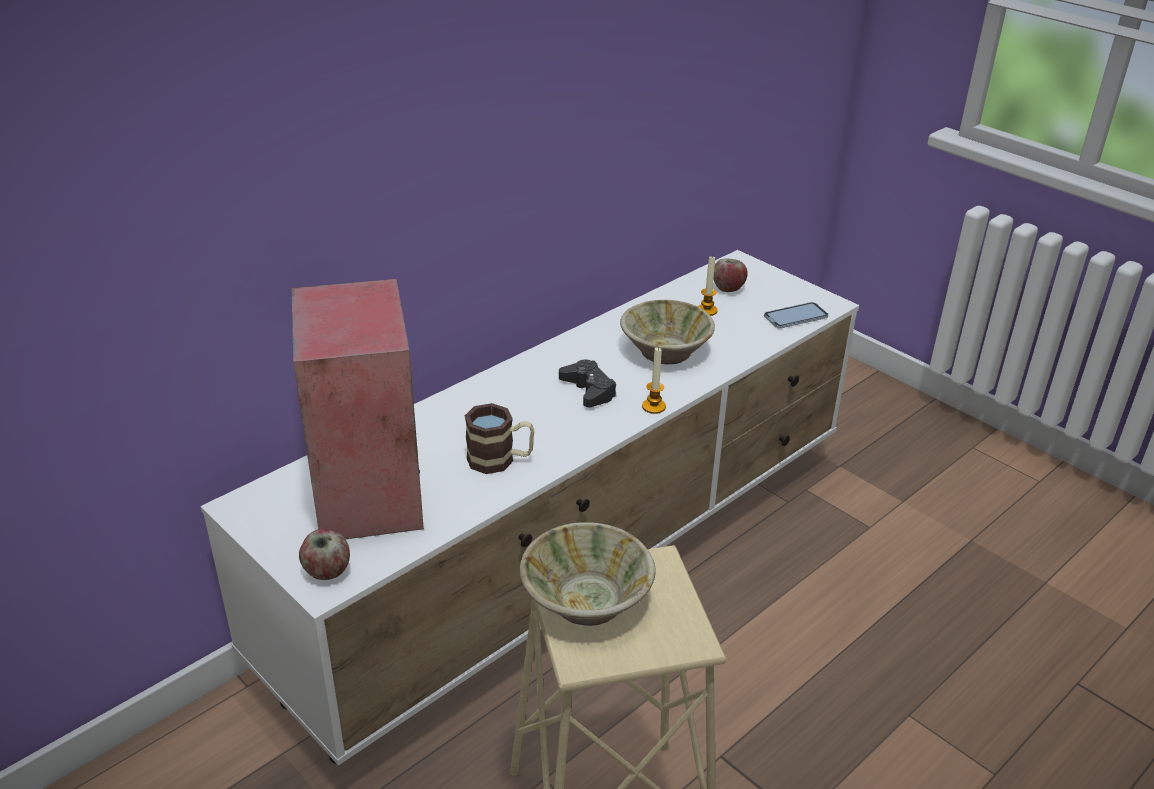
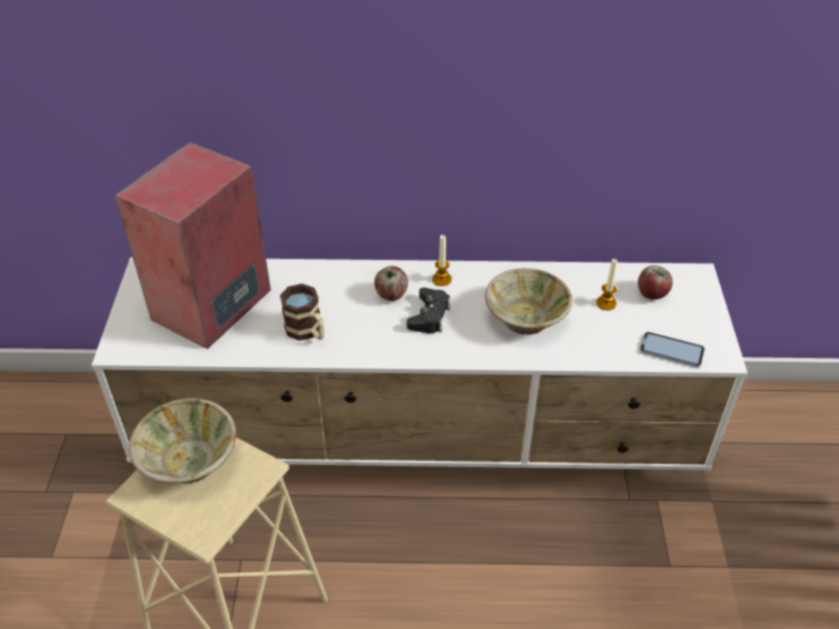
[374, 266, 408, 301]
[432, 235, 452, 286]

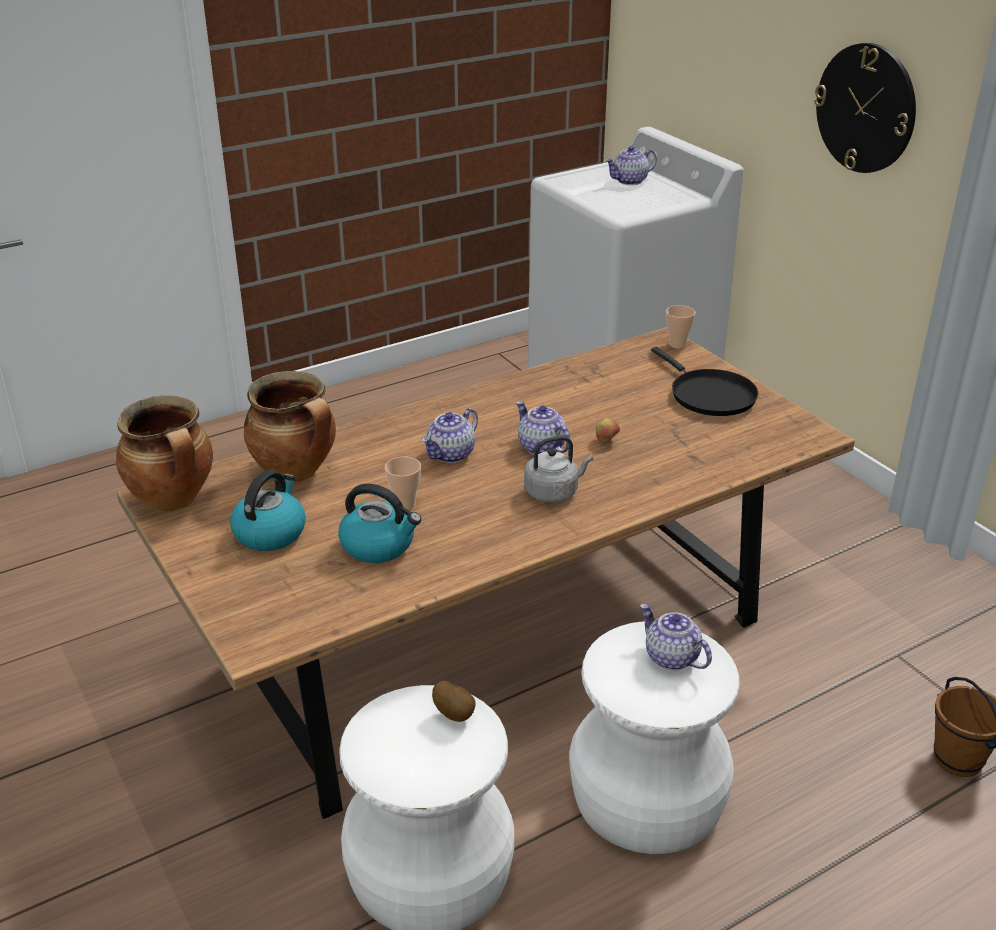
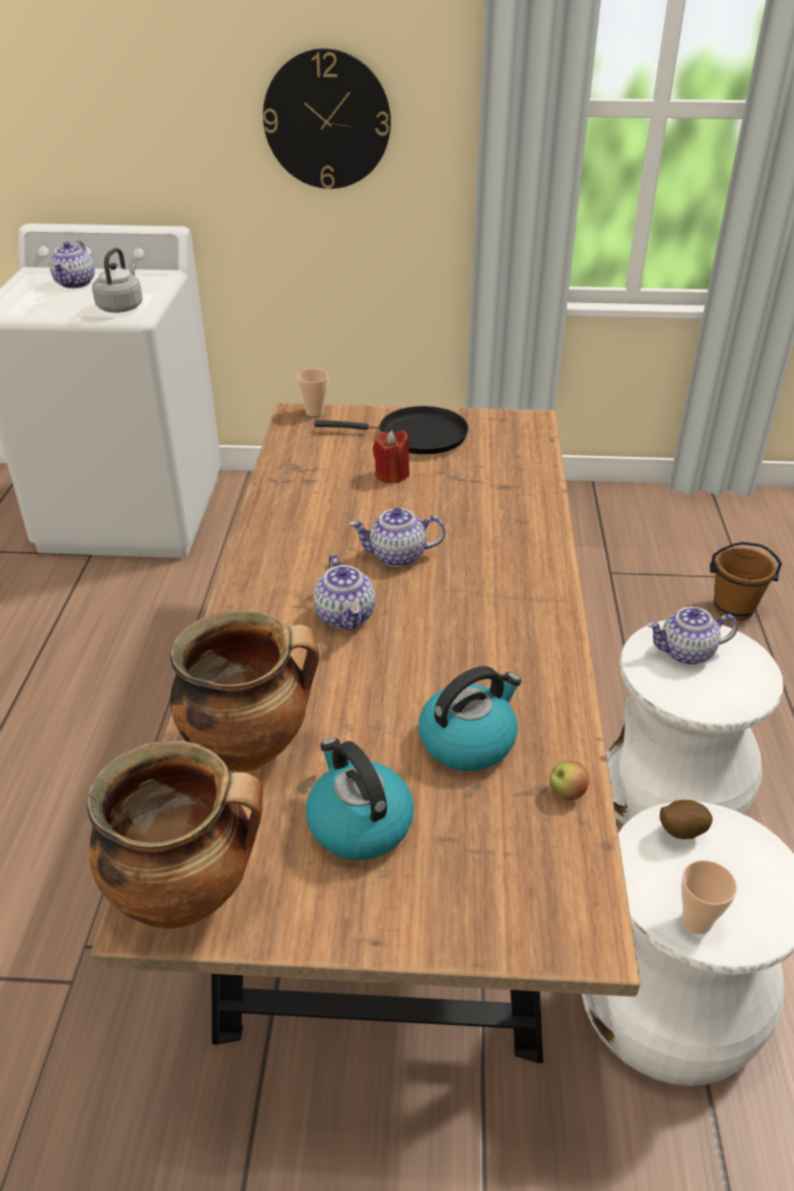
[92, 248, 143, 313]
[373, 430, 409, 484]
[549, 761, 590, 801]
[681, 860, 737, 934]

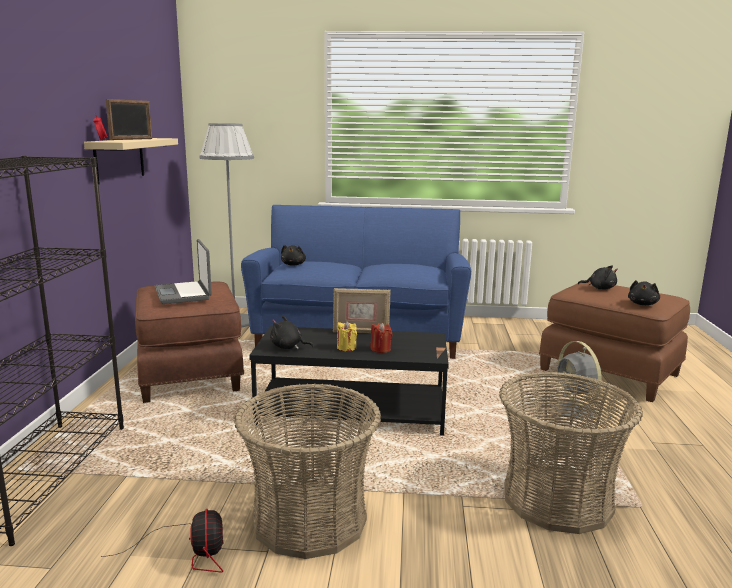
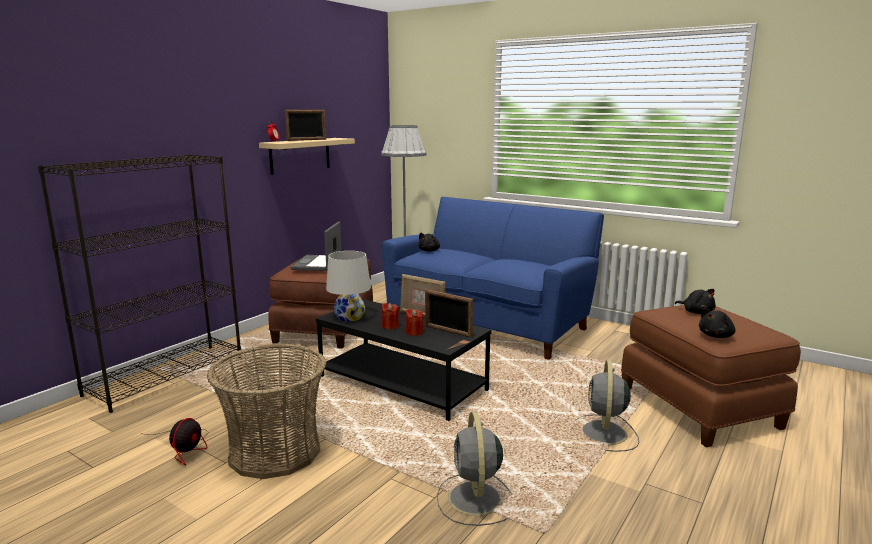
[326, 251, 371, 322]
[381, 303, 399, 329]
[425, 289, 473, 338]
[437, 412, 512, 526]

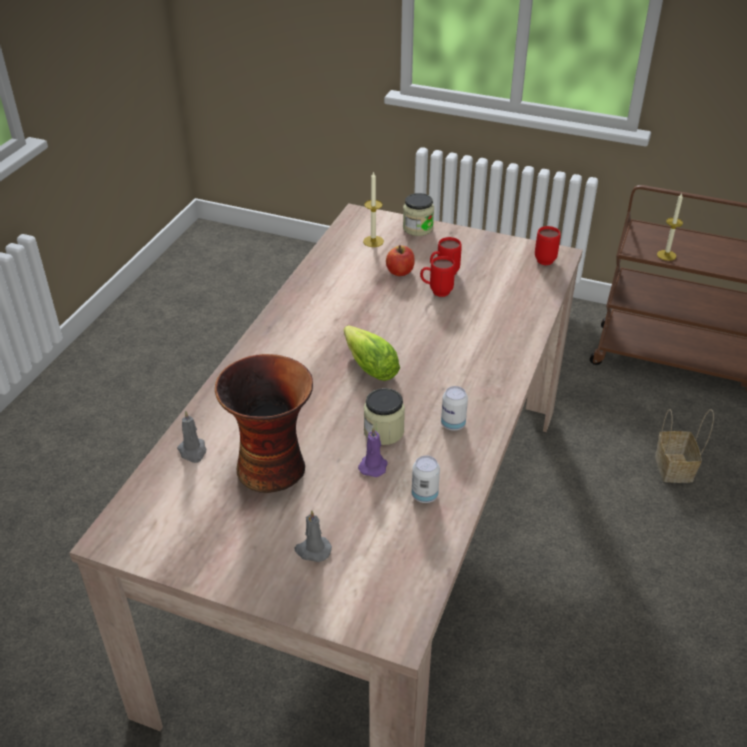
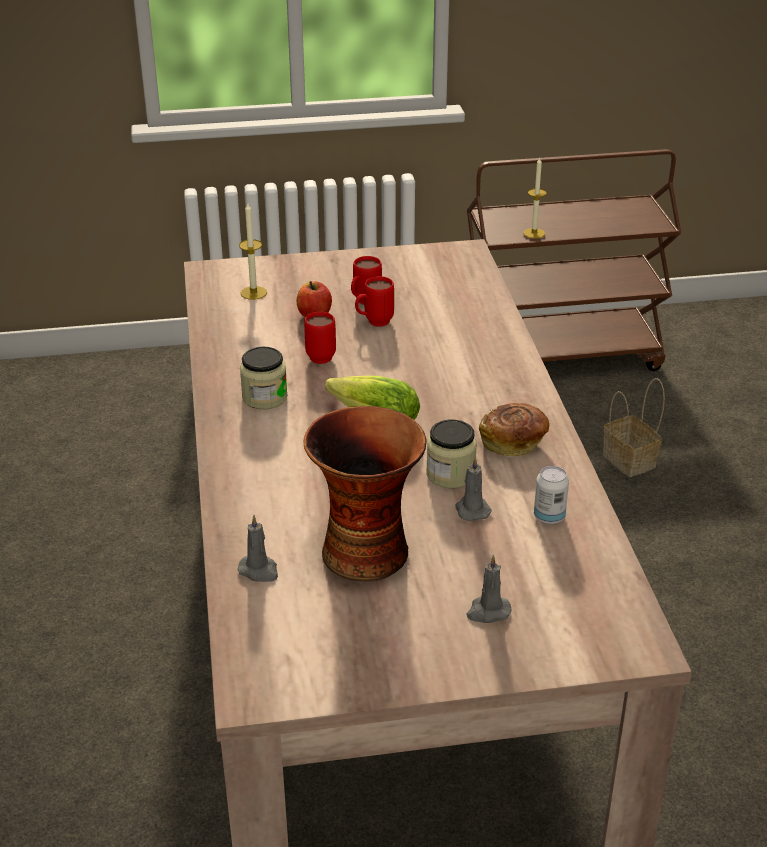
[240, 347, 288, 410]
[304, 312, 336, 364]
[456, 457, 492, 521]
[479, 403, 549, 457]

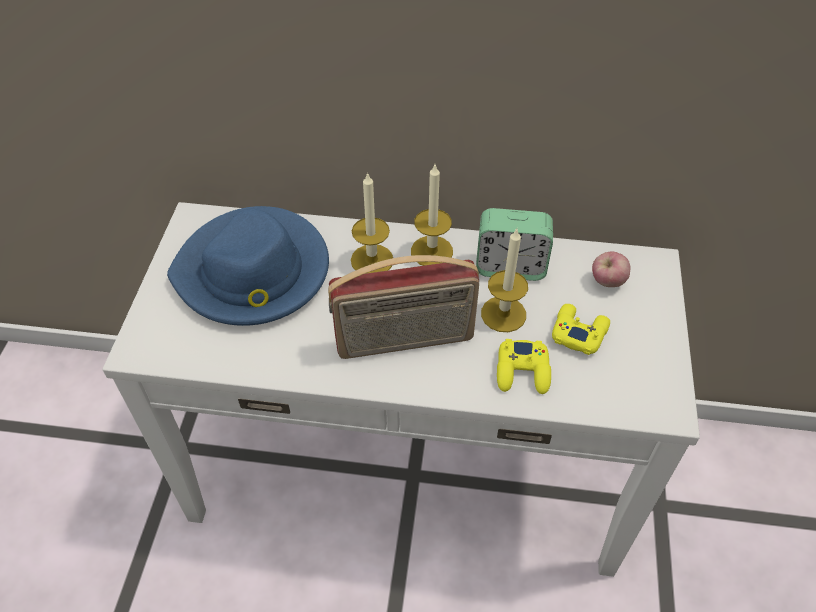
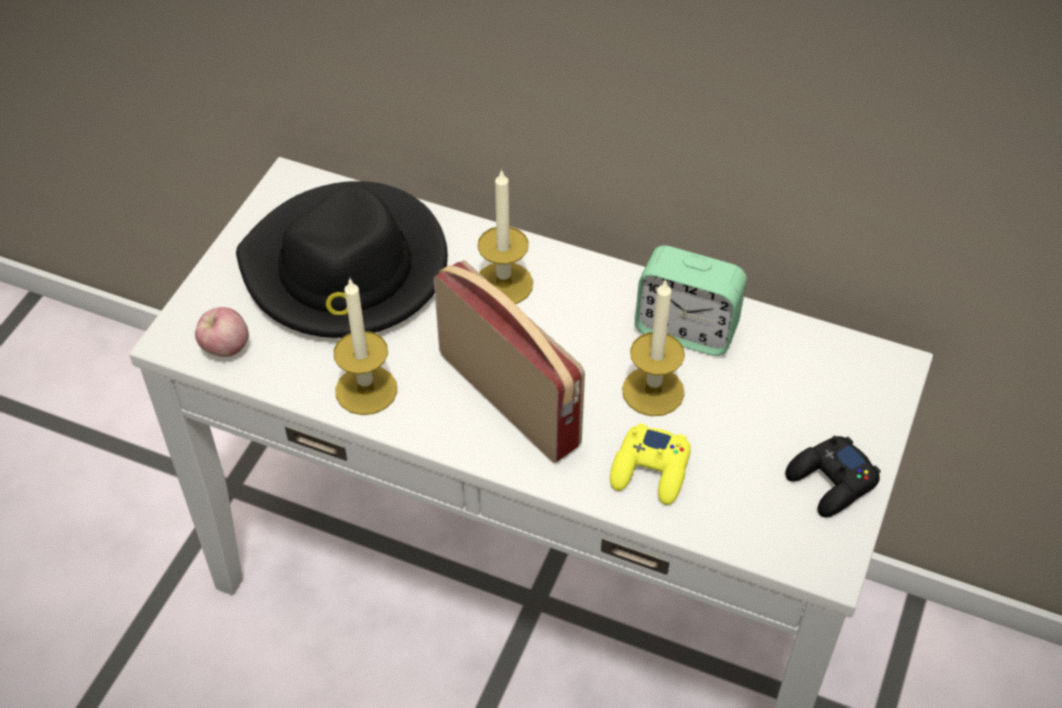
[195, 307, 249, 357]
[236, 181, 448, 338]
[334, 279, 397, 415]
[434, 260, 585, 463]
[785, 436, 881, 517]
[552, 304, 610, 355] (first image)

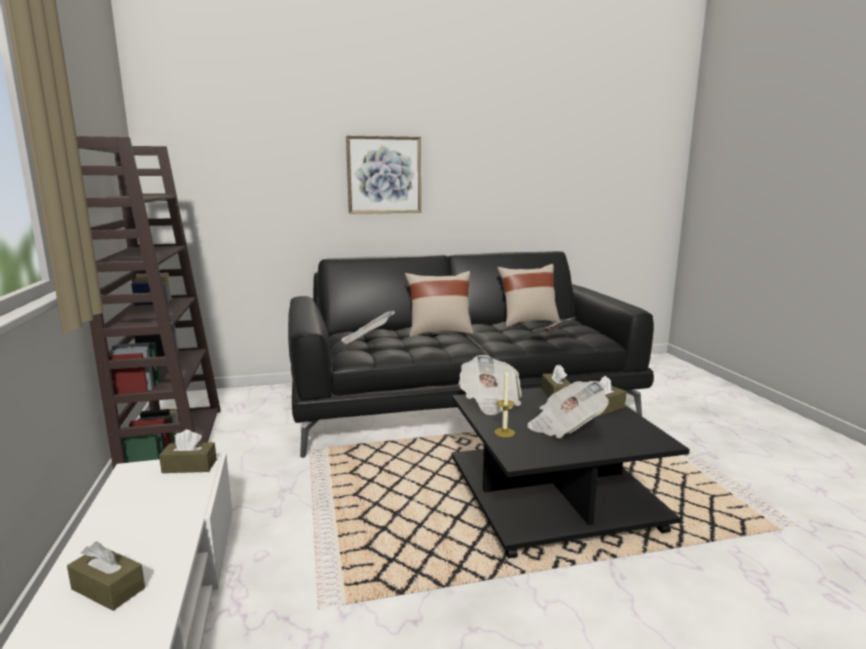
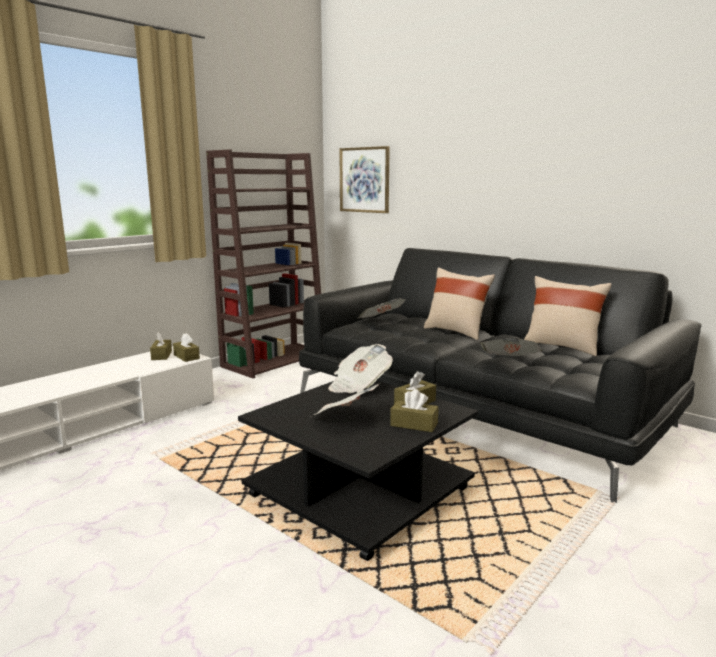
[150, 332, 172, 360]
[339, 146, 390, 213]
[494, 371, 515, 437] (first image)

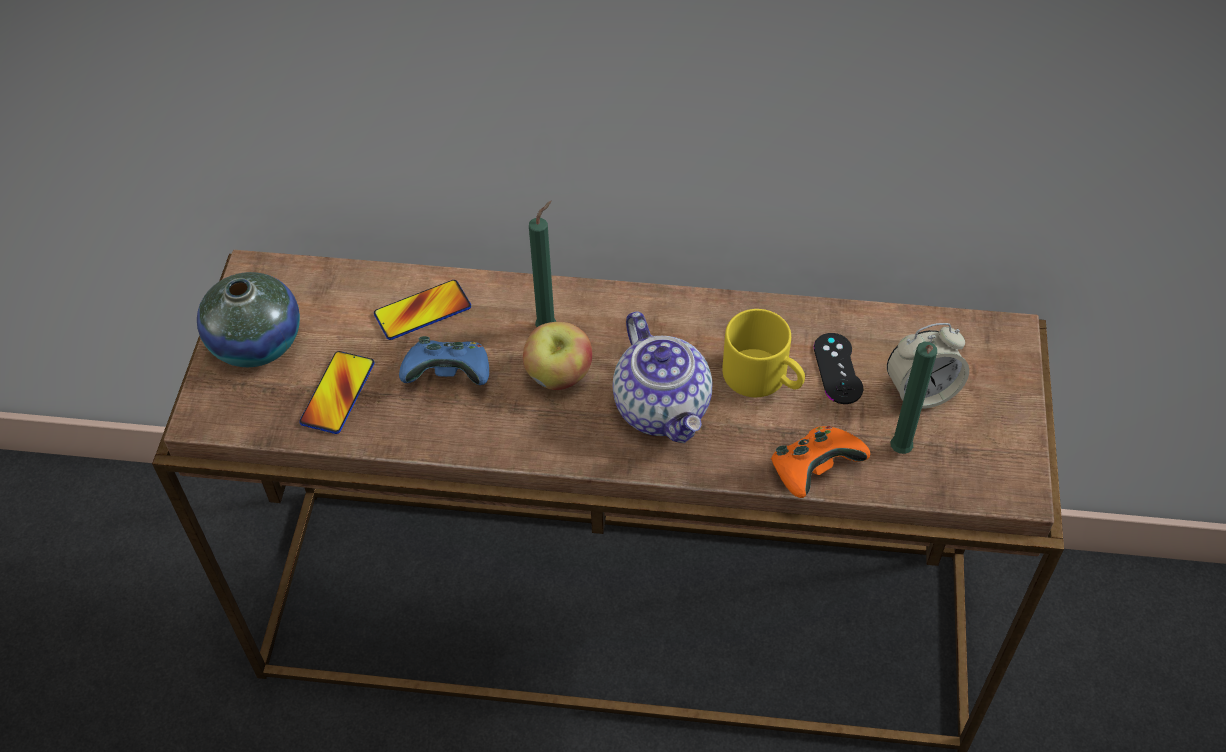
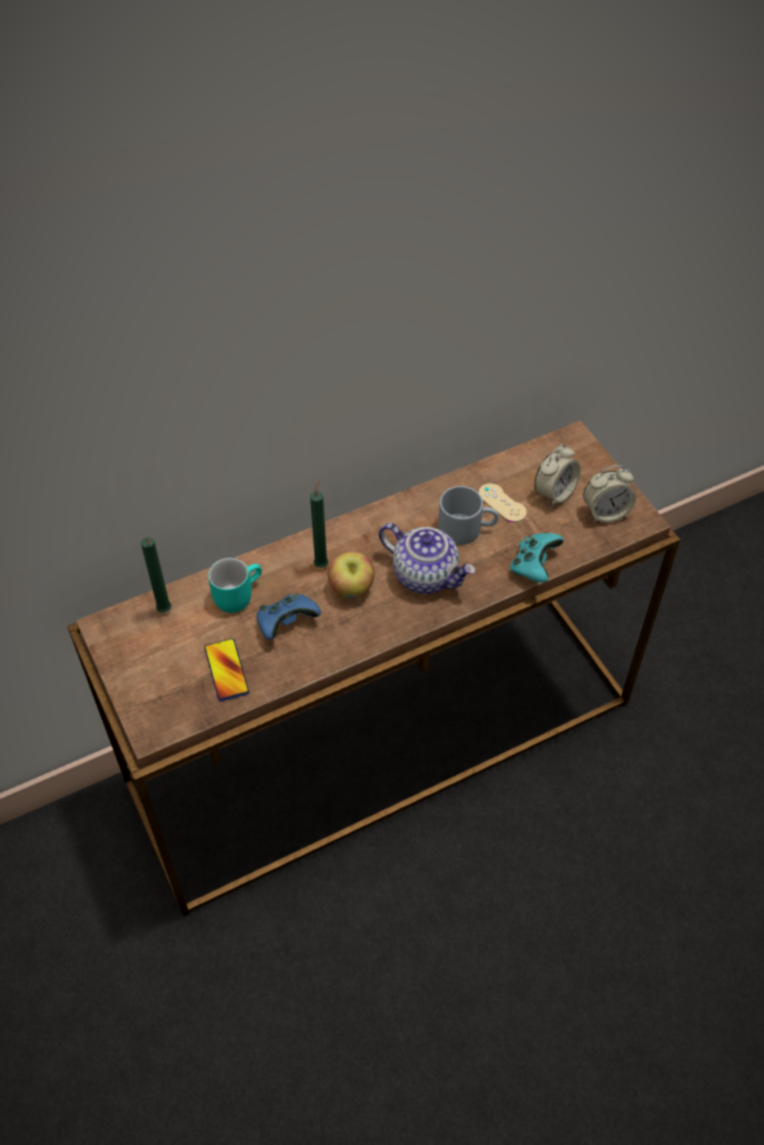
[141, 537, 171, 613]
[208, 558, 262, 613]
[438, 486, 499, 545]
[478, 483, 527, 522]
[510, 533, 564, 583]
[583, 465, 636, 523]
[197, 272, 300, 367] (first image)

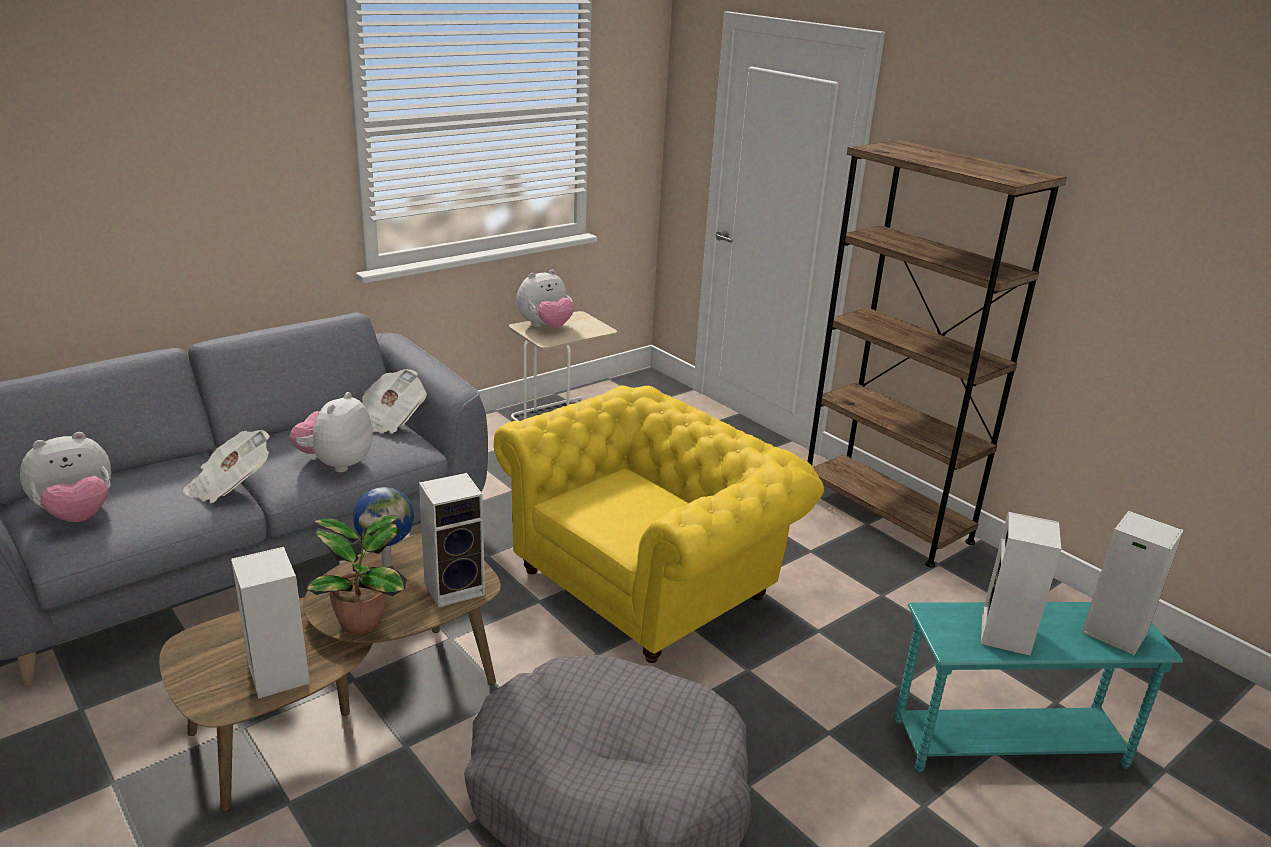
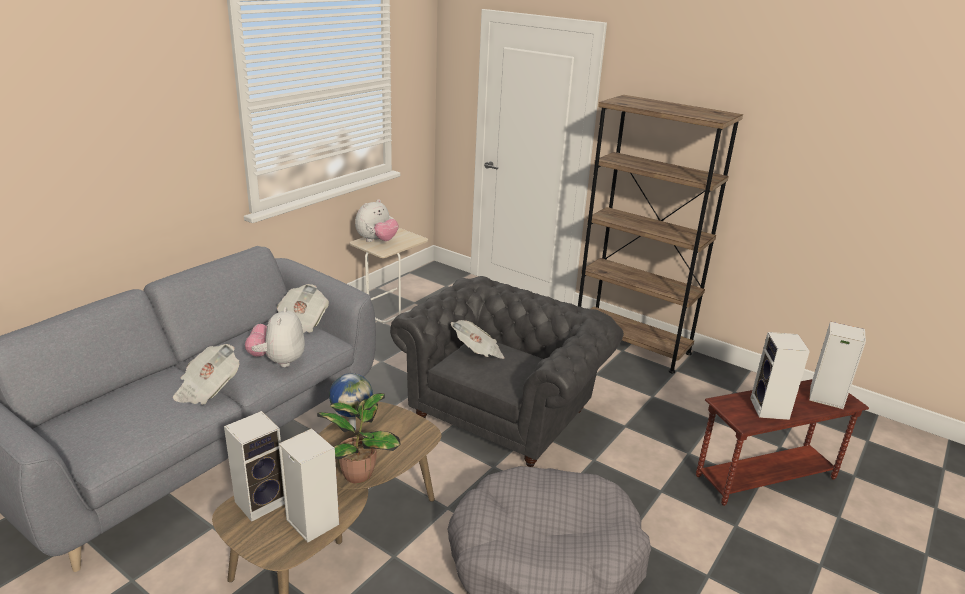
[224, 411, 285, 522]
[390, 276, 624, 467]
[451, 320, 504, 359]
[696, 379, 869, 506]
[20, 432, 111, 522] (first image)

